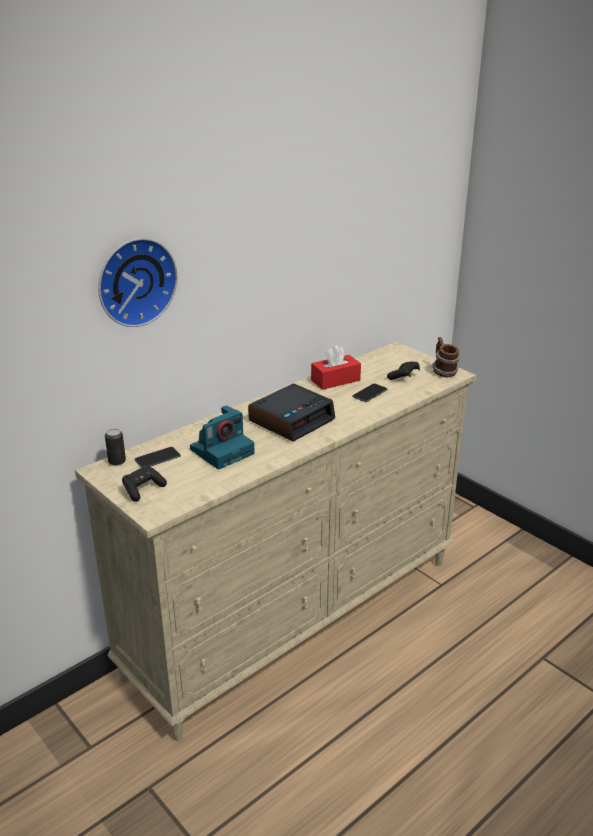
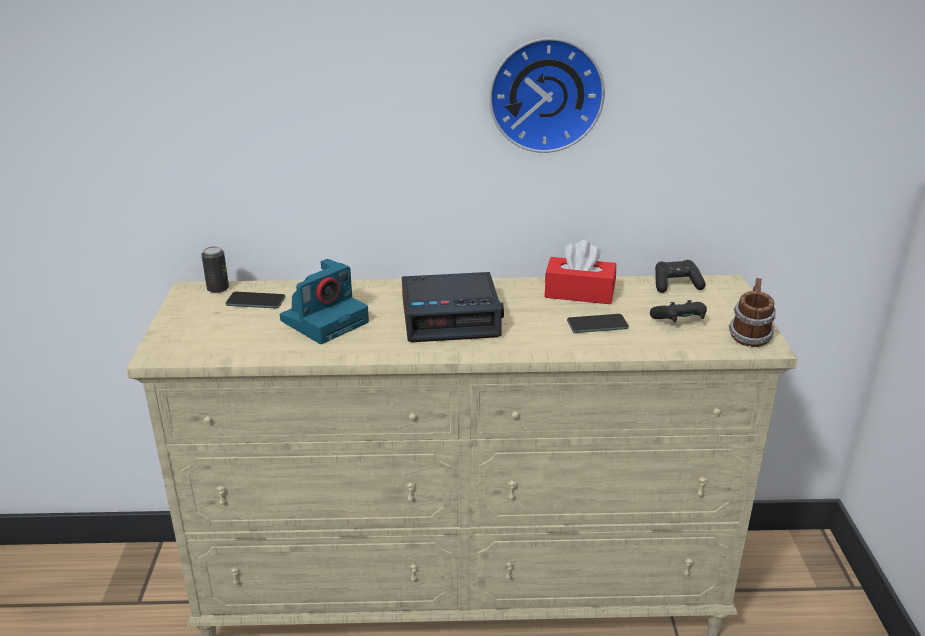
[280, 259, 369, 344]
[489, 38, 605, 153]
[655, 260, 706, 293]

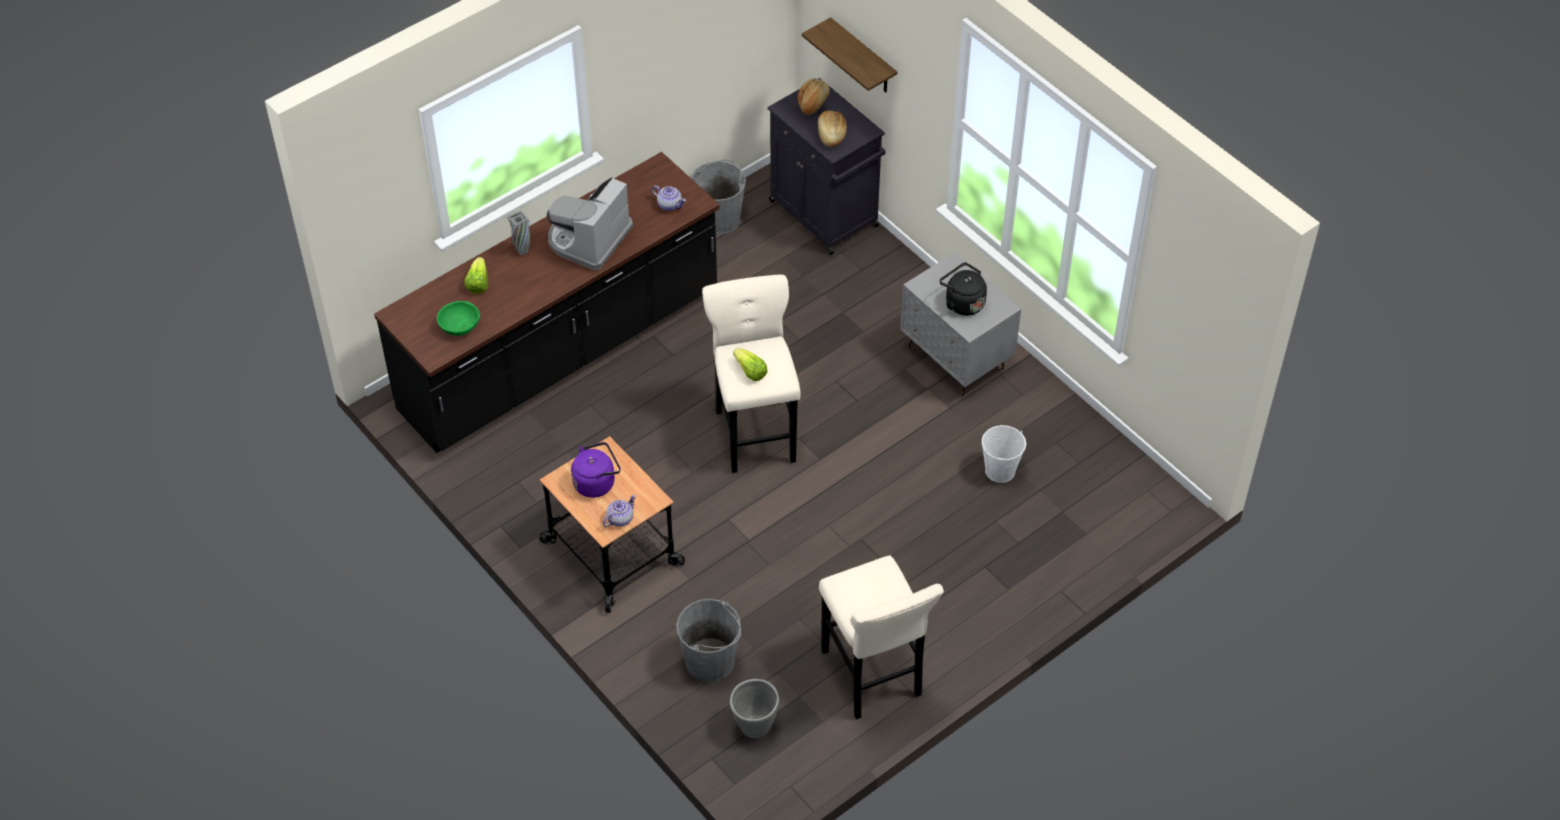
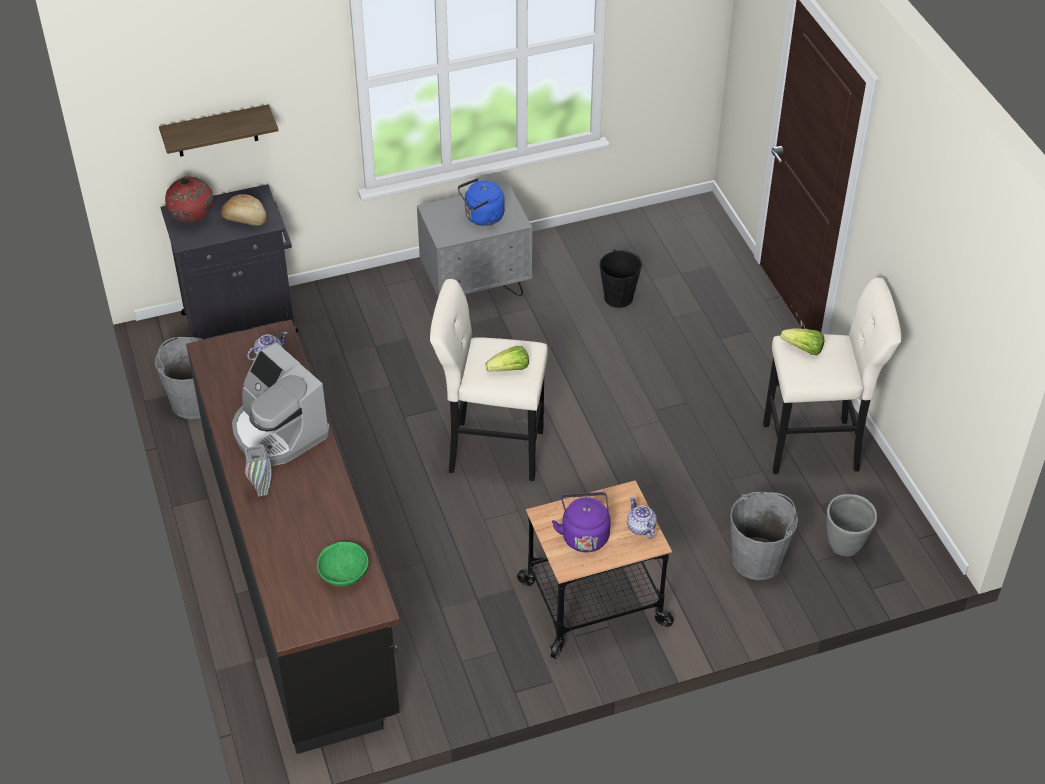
[165, 176, 213, 223]
[458, 178, 505, 226]
[599, 249, 642, 308]
[780, 328, 824, 355]

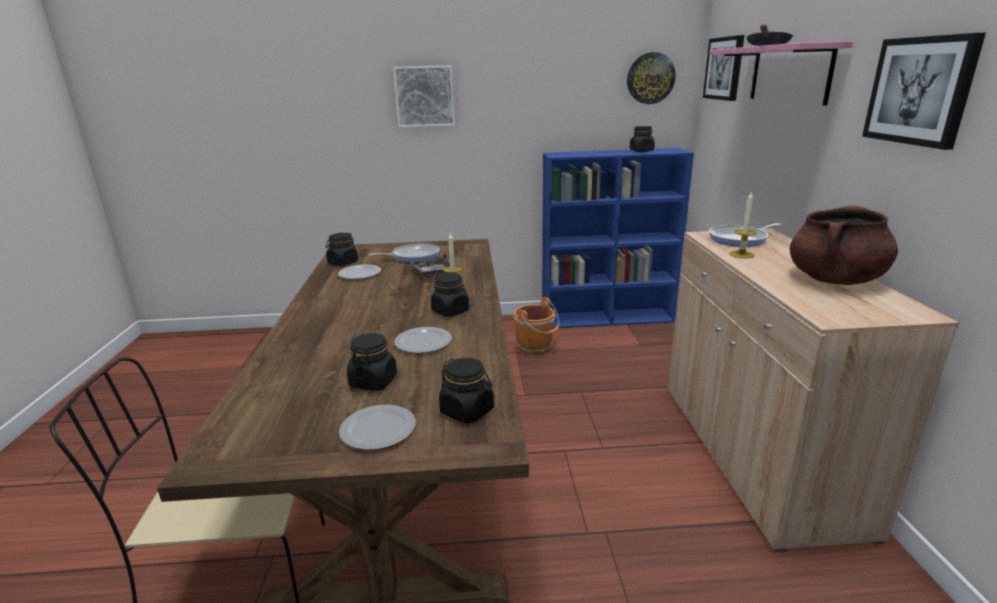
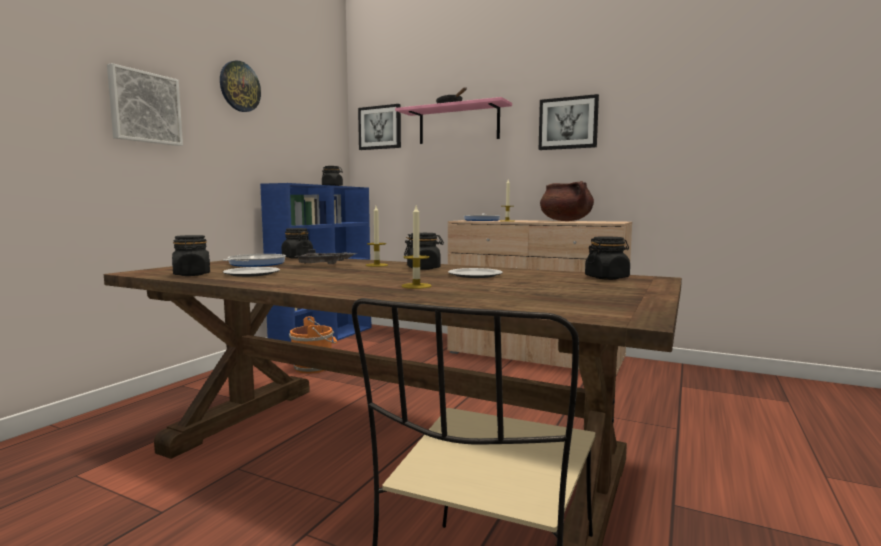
[220, 61, 261, 112]
[282, 228, 313, 259]
[402, 206, 432, 289]
[339, 405, 416, 450] (first image)

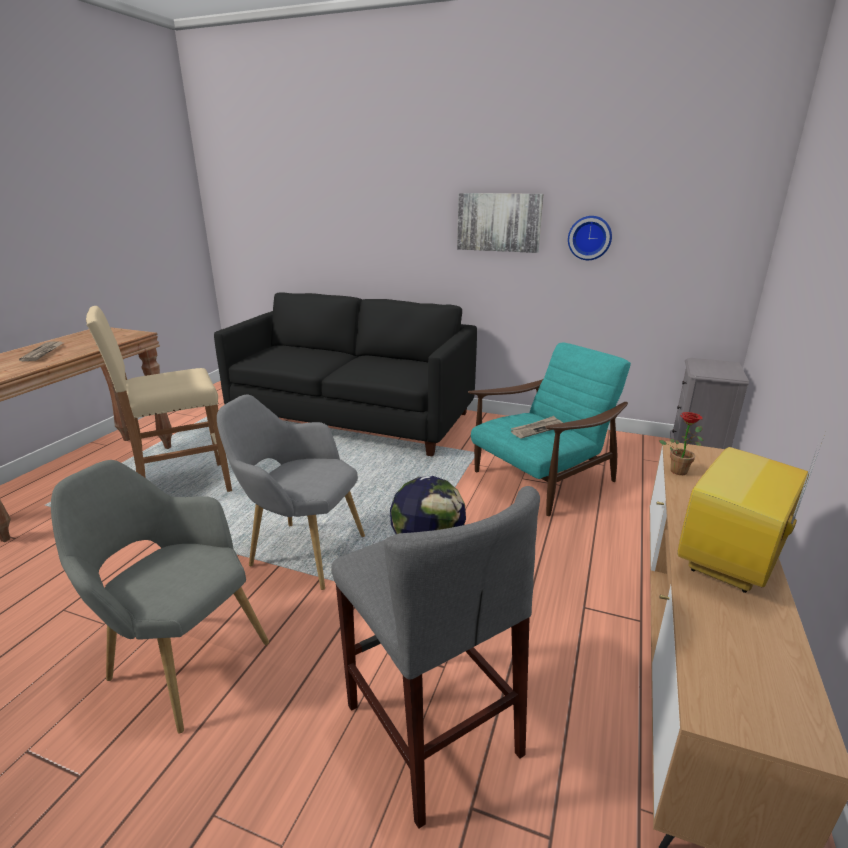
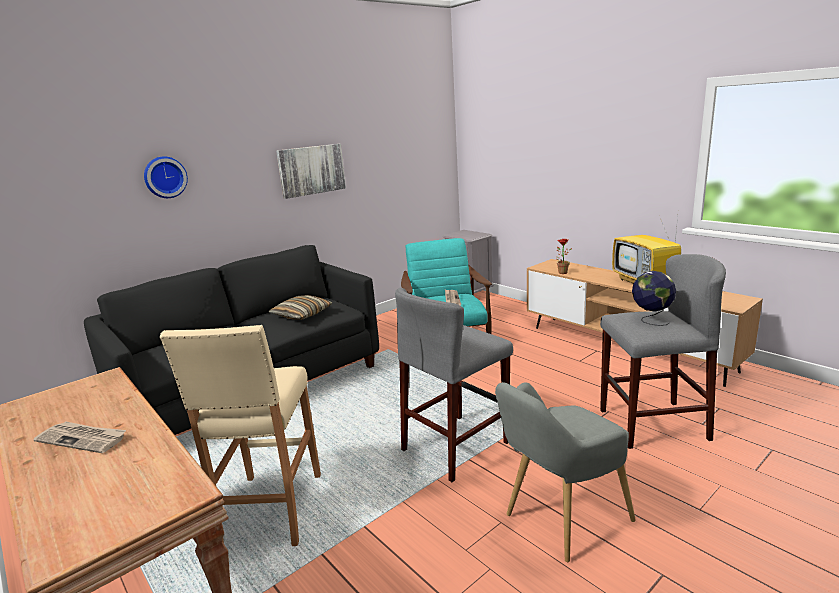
[144, 156, 188, 198]
[269, 295, 332, 320]
[395, 288, 513, 482]

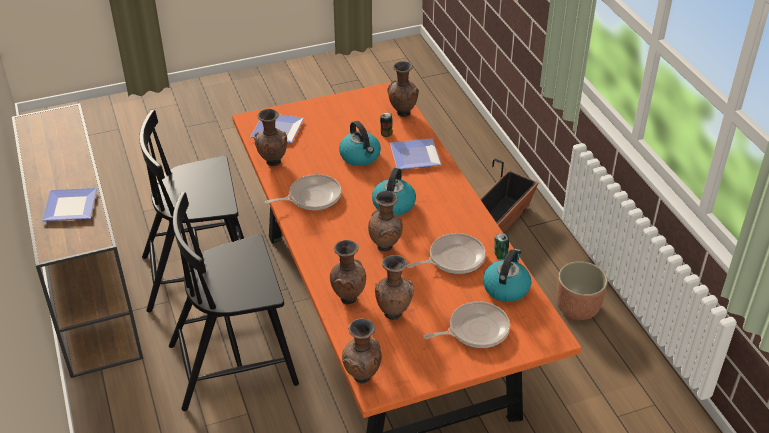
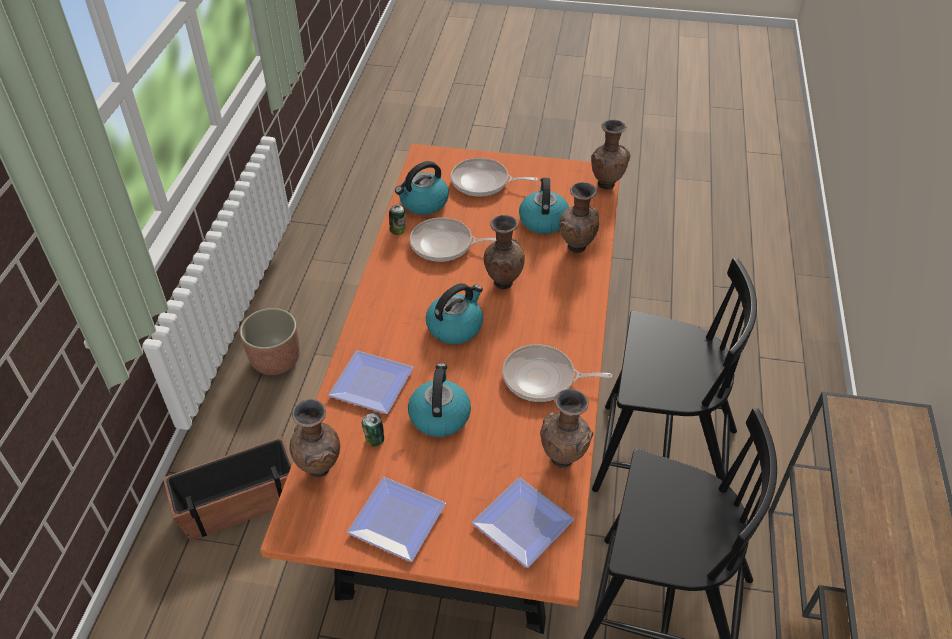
[347, 477, 446, 562]
[519, 178, 569, 234]

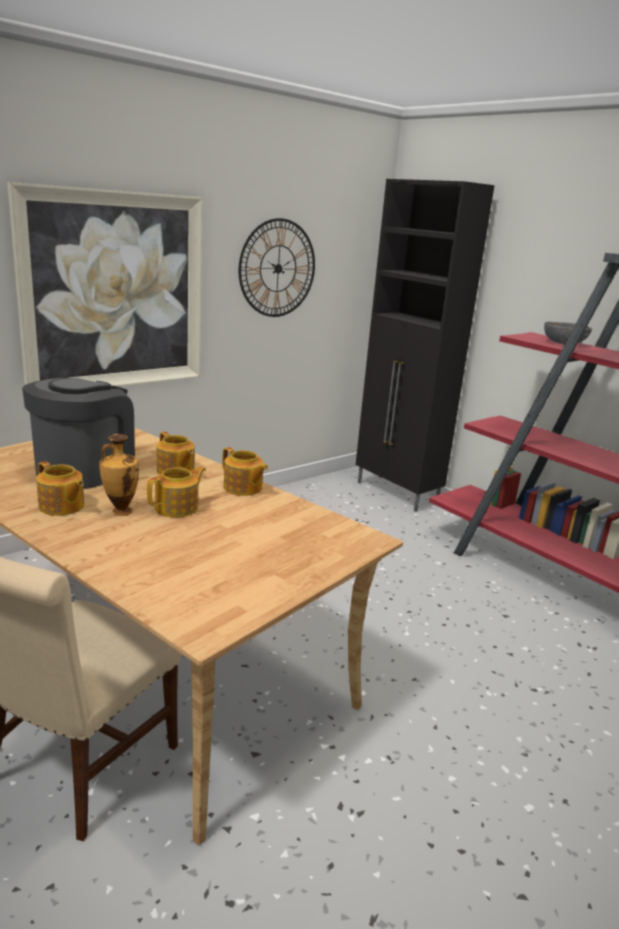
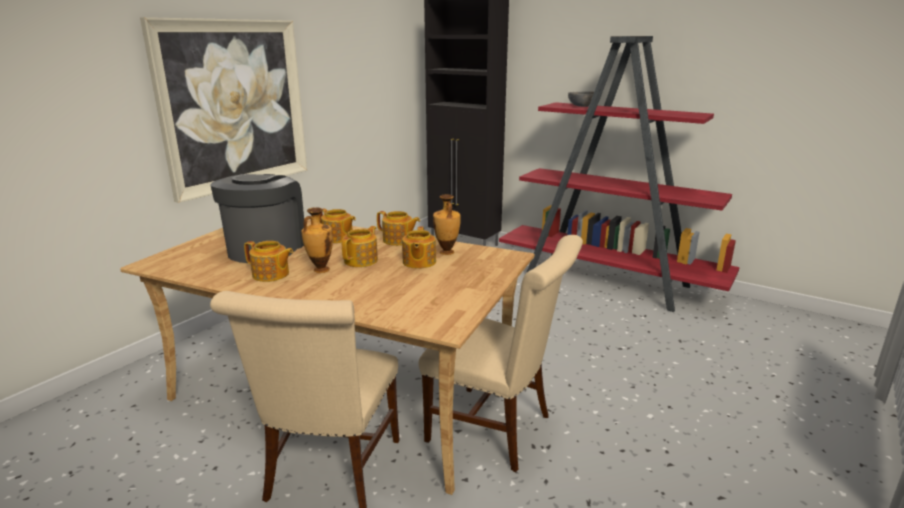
[402, 226, 436, 268]
[419, 235, 583, 472]
[433, 194, 461, 255]
[239, 218, 315, 317] (first image)

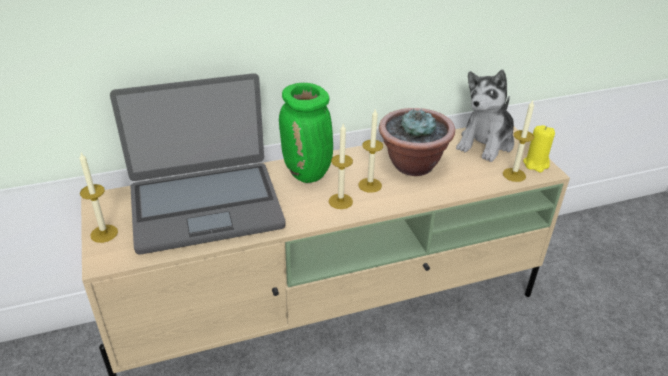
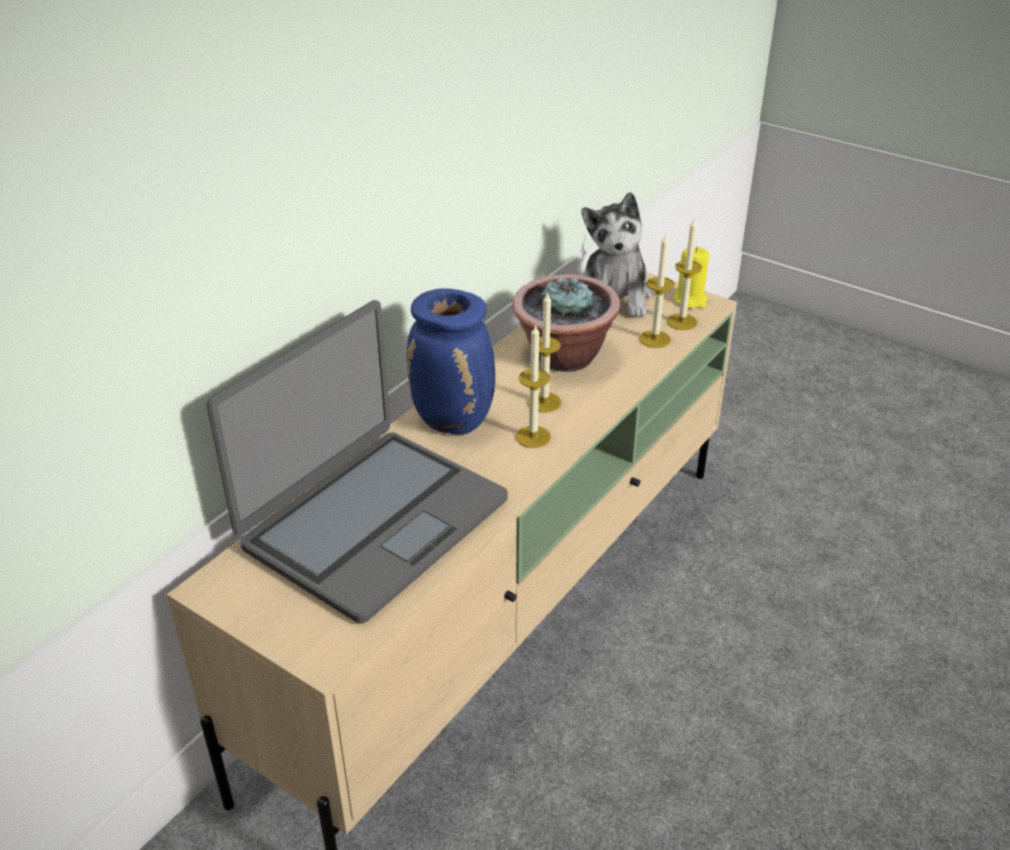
[407, 288, 495, 434]
[640, 234, 674, 348]

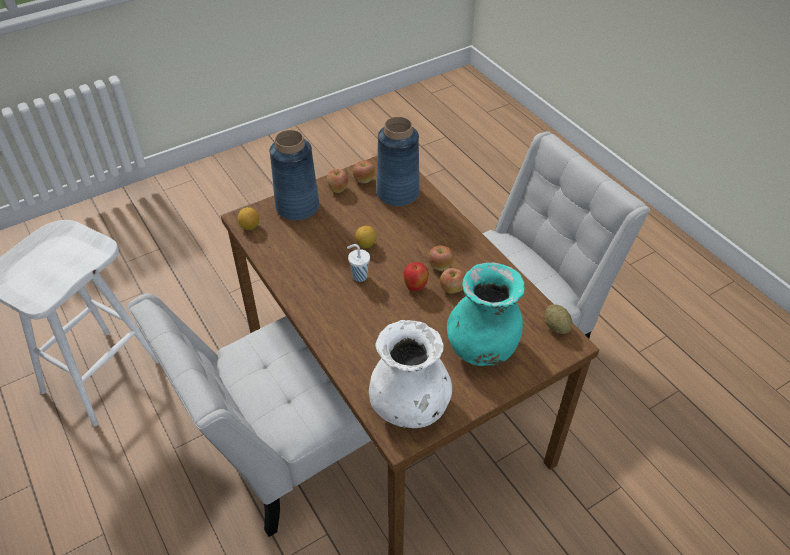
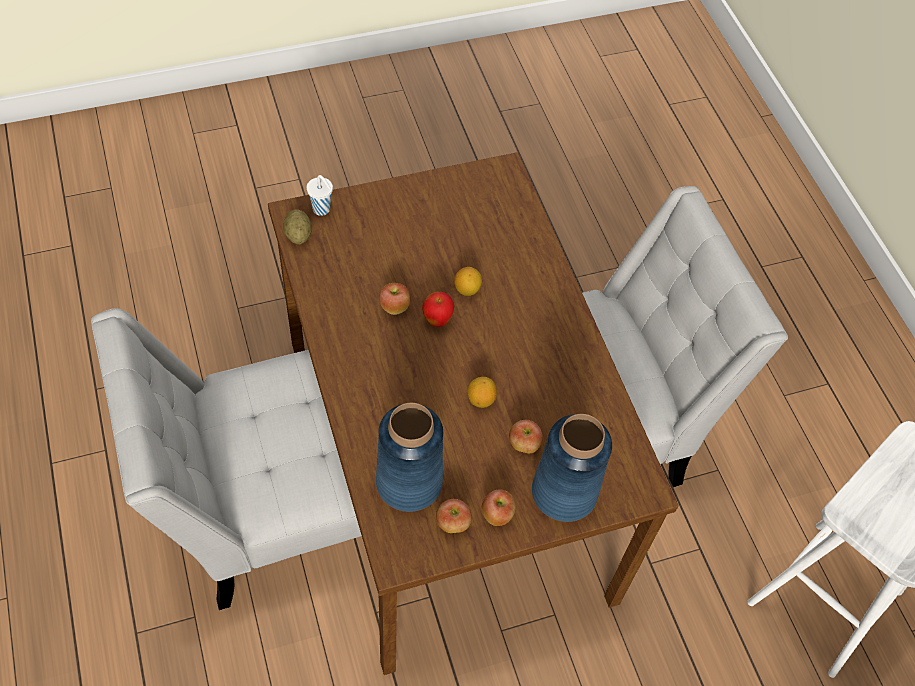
[307, 175, 333, 216]
[454, 267, 482, 296]
[509, 420, 543, 453]
[369, 320, 452, 428] (first image)
[447, 262, 525, 366] (first image)

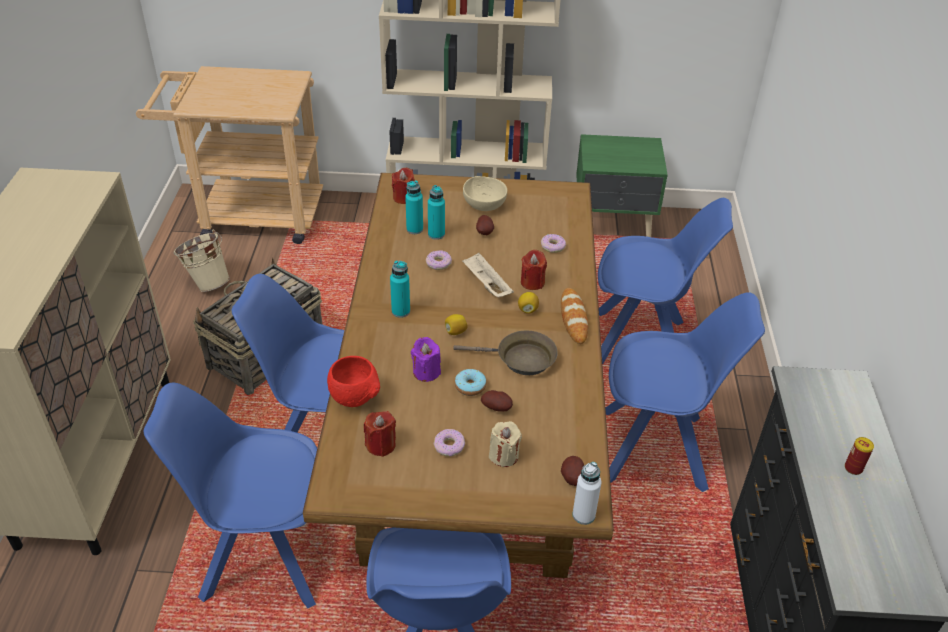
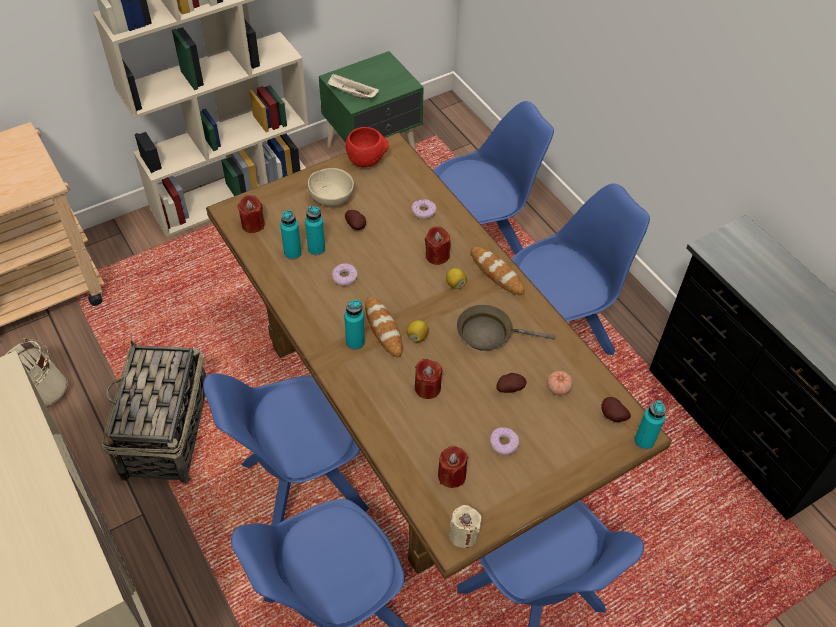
[327, 74, 379, 99]
[346, 127, 389, 167]
[365, 297, 403, 357]
[415, 359, 442, 399]
[449, 505, 482, 548]
[457, 305, 555, 351]
[547, 371, 573, 395]
[634, 400, 666, 450]
[455, 369, 486, 396] (first image)
[845, 437, 874, 475] (first image)

